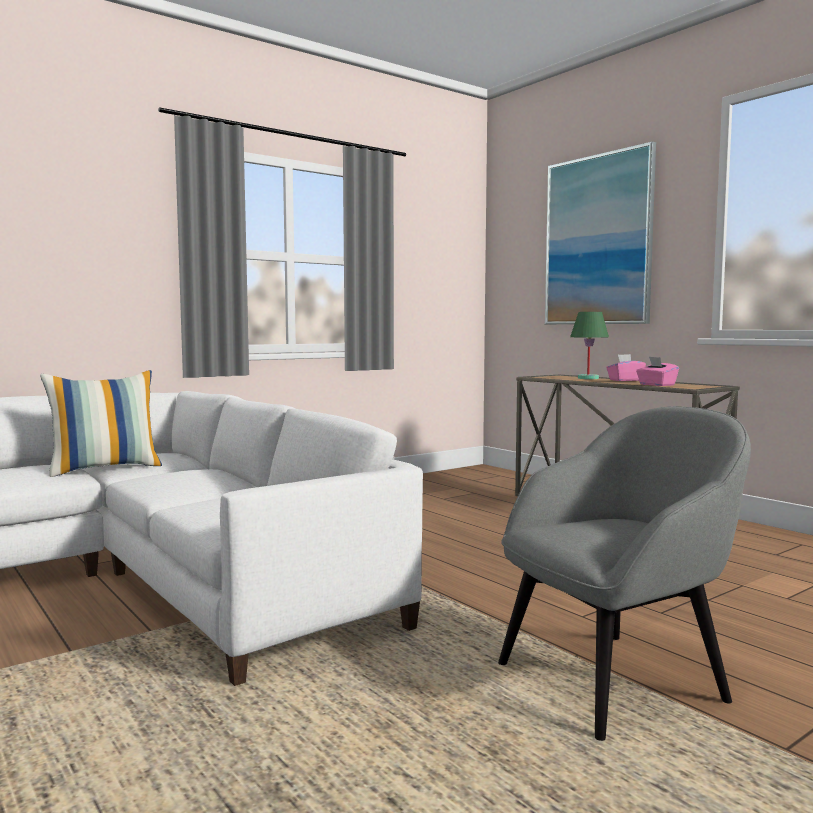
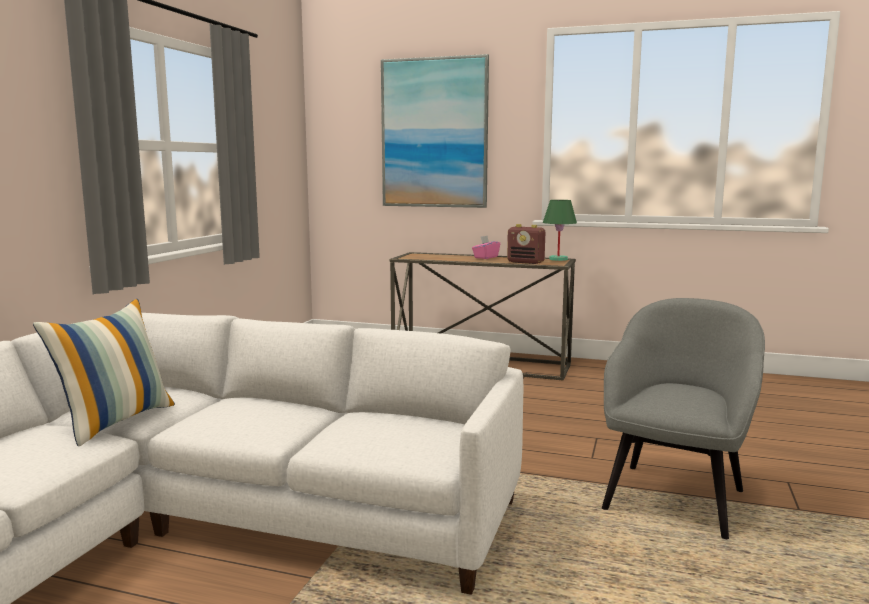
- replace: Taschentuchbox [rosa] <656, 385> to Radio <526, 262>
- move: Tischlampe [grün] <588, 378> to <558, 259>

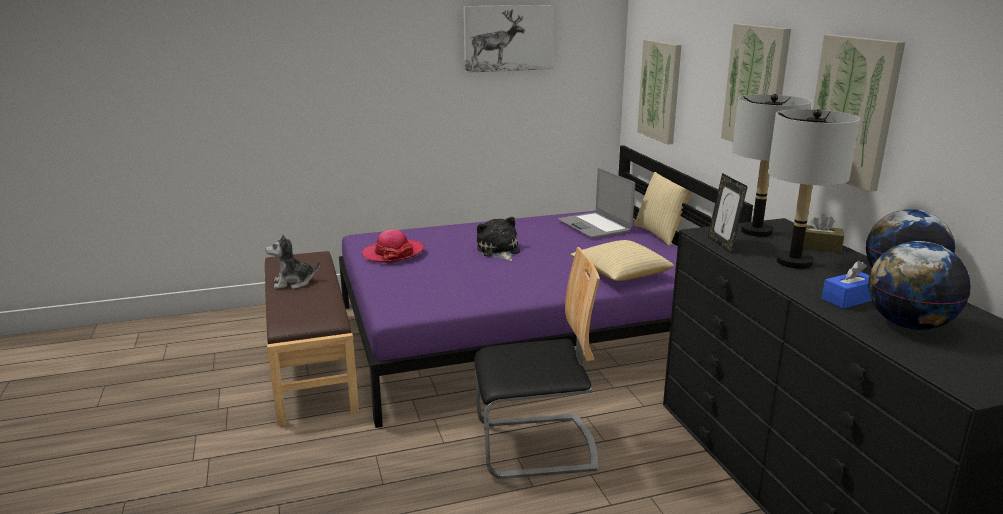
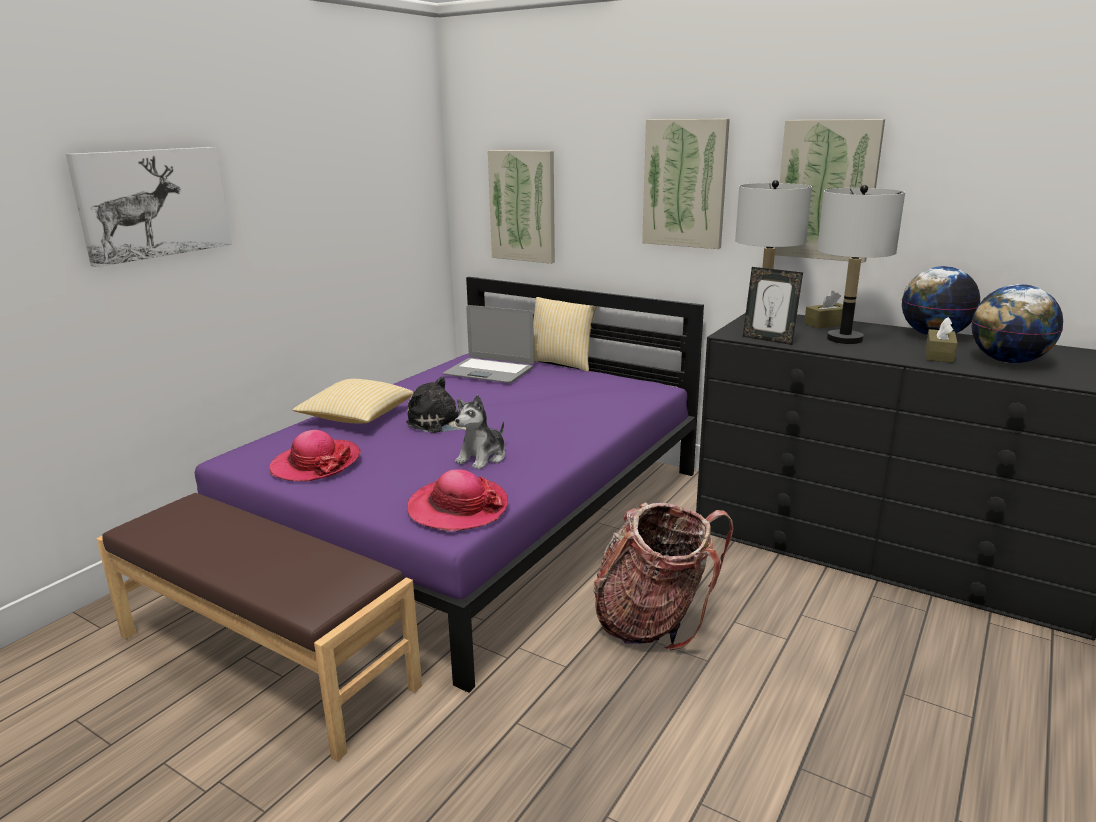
- move: Bild <508, 38> to <153, 203>
- move: Kissen <620, 274> to <356, 418>
- insert: Hut <458, 508>
- move: Plüschtier <293, 283> to <482, 458>
- replace: Stuhl <536, 446> to Rucksack <654, 621>
- recolor: Taschentuchbox [blau] <849, 299> to Taschentuchbox [braun] <939, 355>

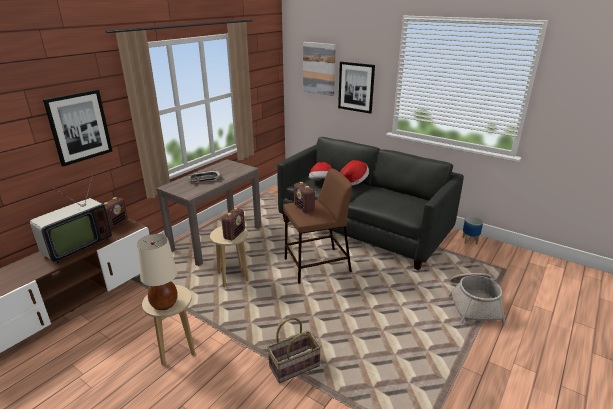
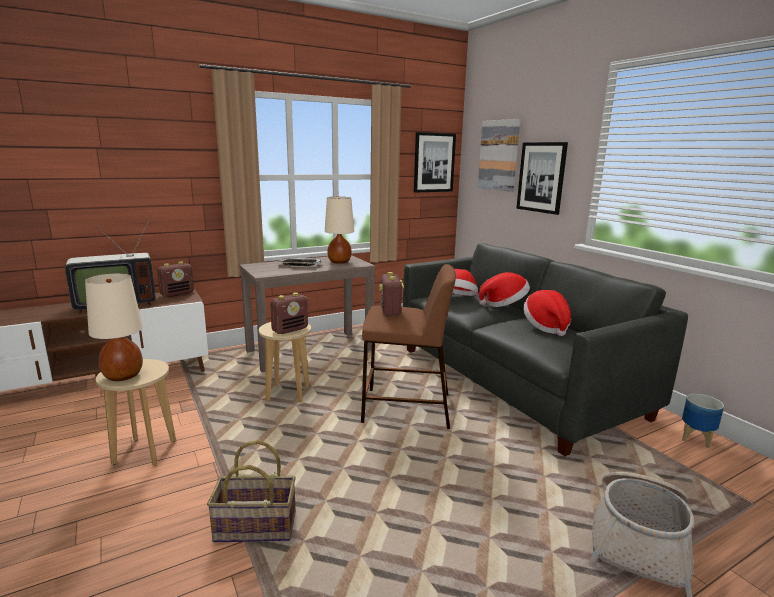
- insert: Tischlampe [beige] <339, 262>
- move: Bild <79, 127> to <434, 162>
- insert: Hut <546, 327>

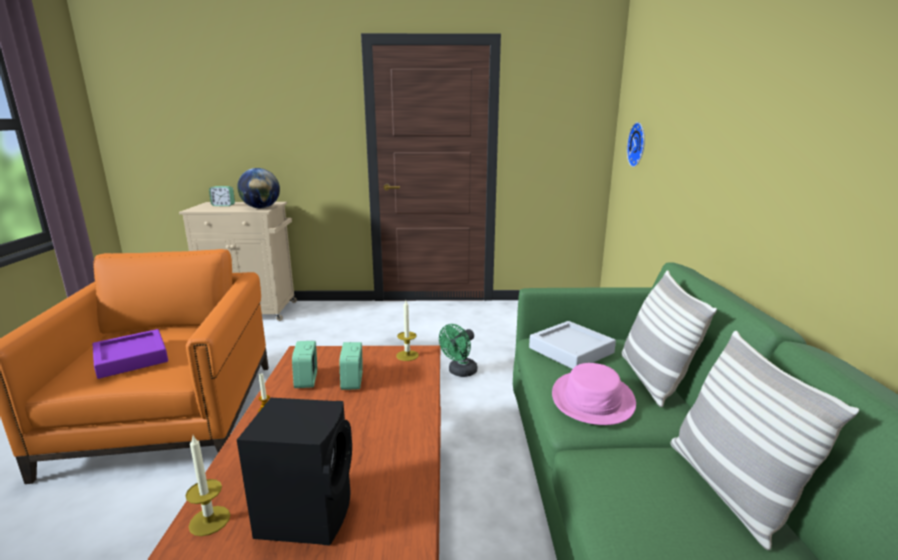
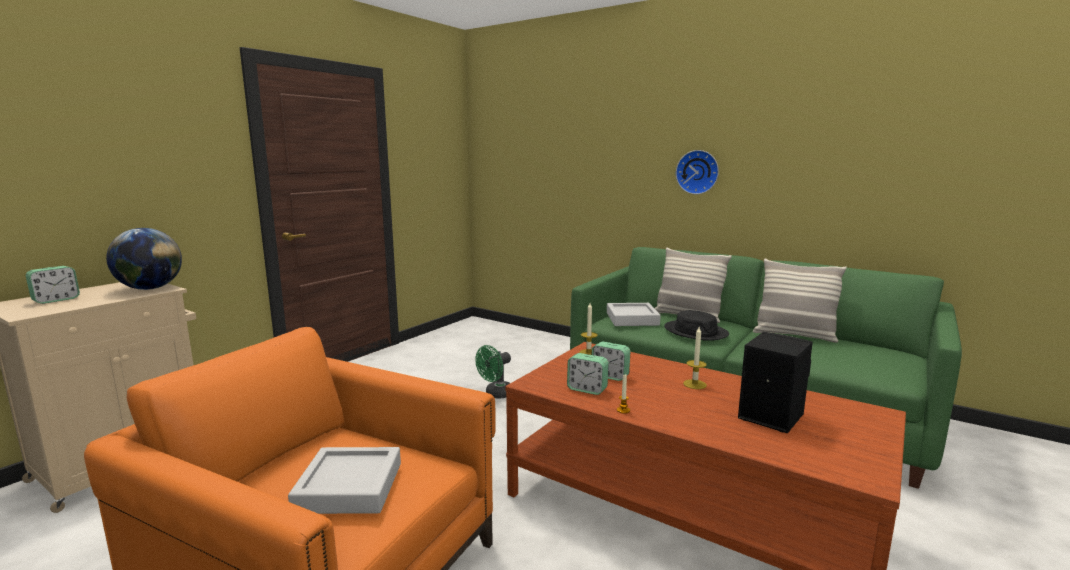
- recolor: Tablett [lila] <131, 358> to Tablett [grau] <349, 487>
- rotate: Ventilator [grün] <459, 372> = <496, 394> 60 degrees clockwise
- recolor: Hut [rosa] <593, 399> to Hut [schwarz] <695, 331>
- move: Wanduhr <638, 144> to <698, 172>
- move: Kerze <209, 520> to <694, 384>

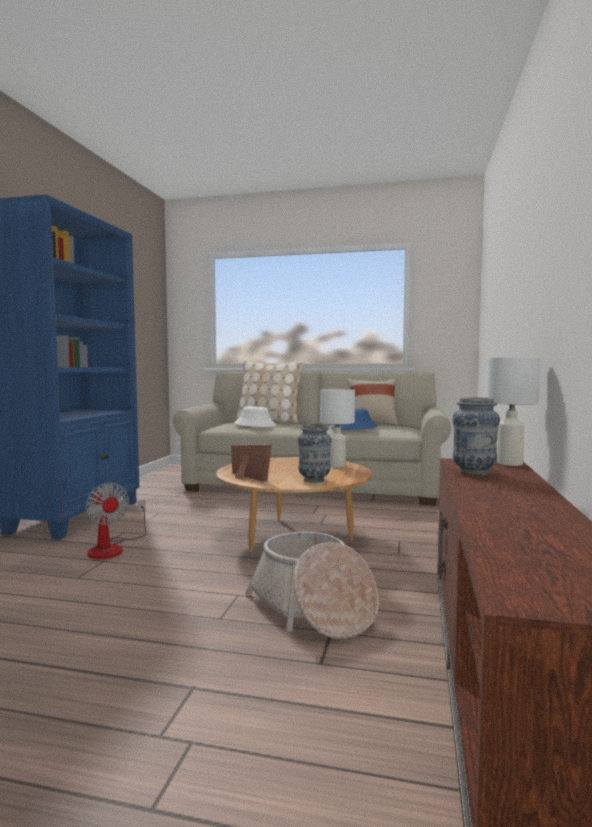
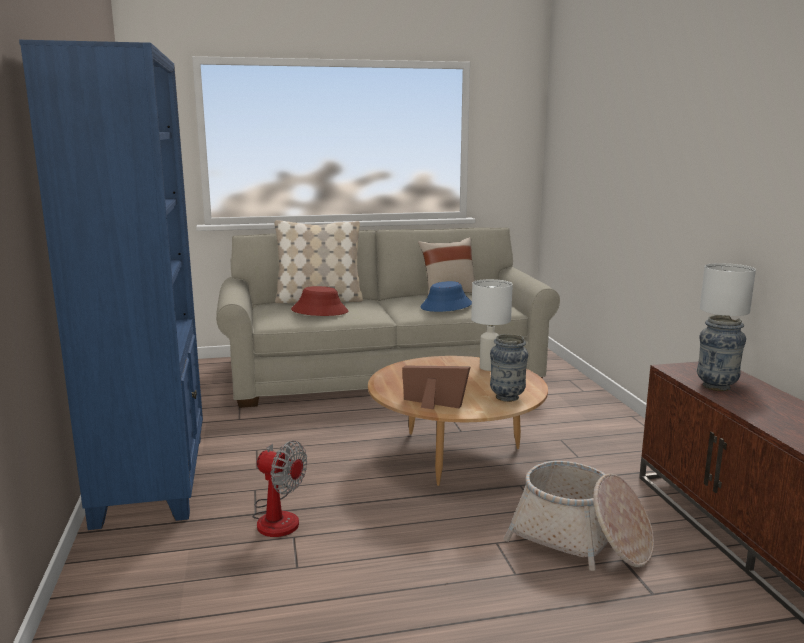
- recolor: Hut [weiß] <255, 425> to Hut [rot] <319, 311>

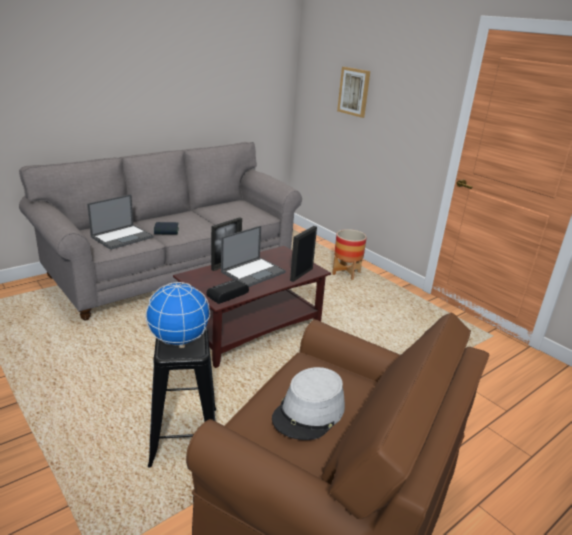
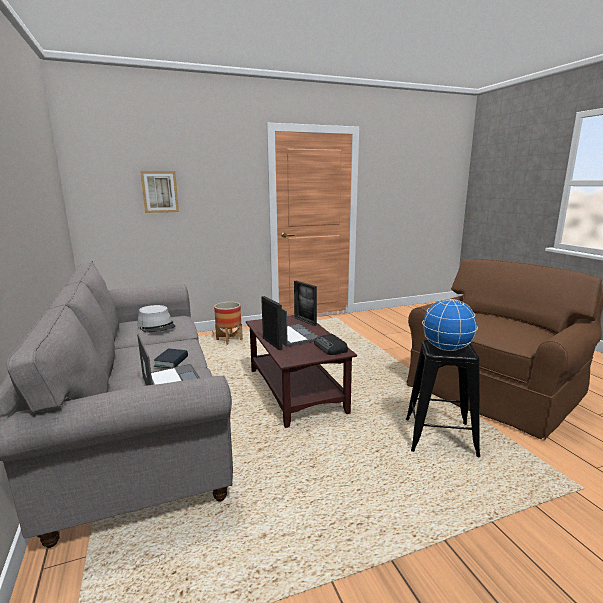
- move: Hut [grau] <309, 412> to <156, 326>

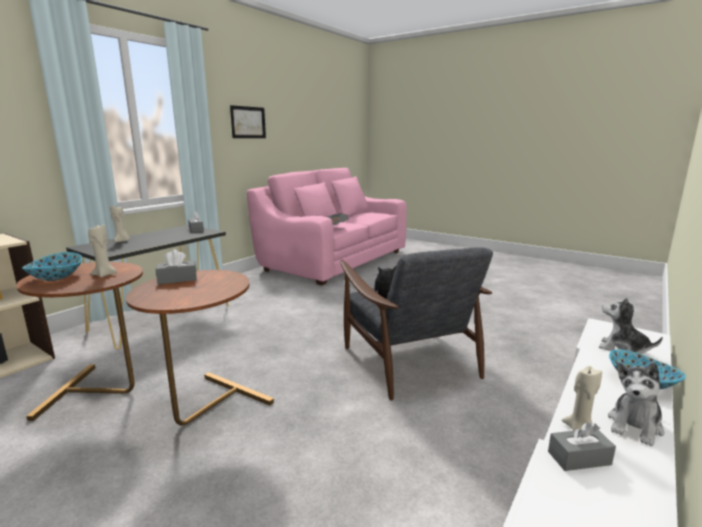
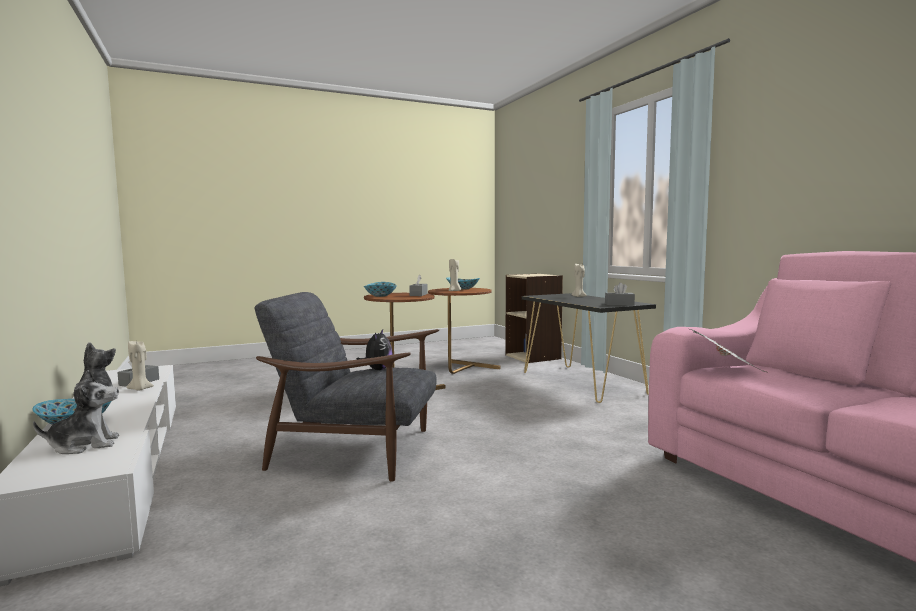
- insert: Schüssel <381, 296>
- delete: Bild <248, 122>

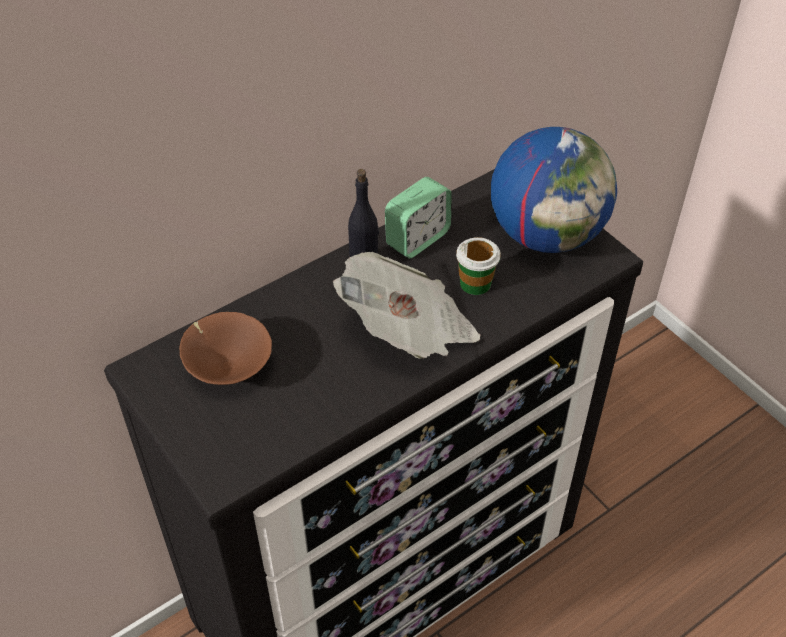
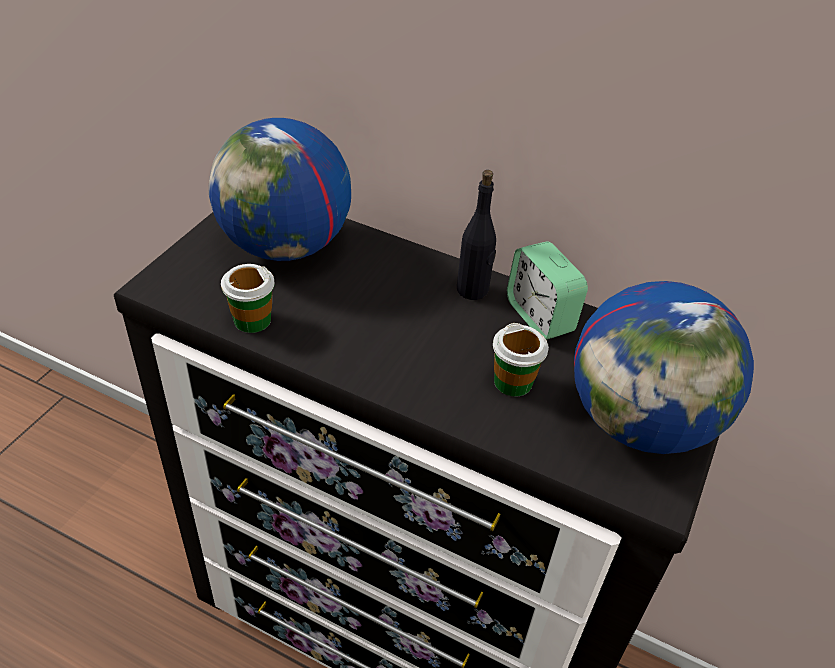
- replace: Schüssel [braun] <228, 366> to Globus <285, 246>
- insert: Tasse <252, 320>
- rotate: Wecker <417, 239> = <540, 316> 45 degrees clockwise
- delete: Zeitung <409, 331>

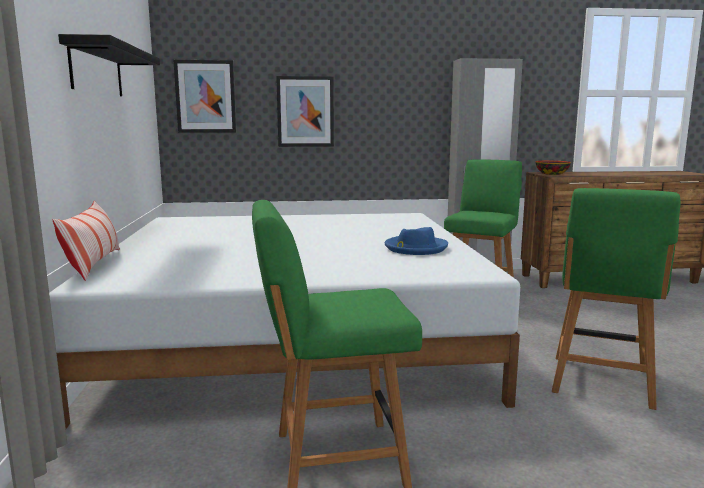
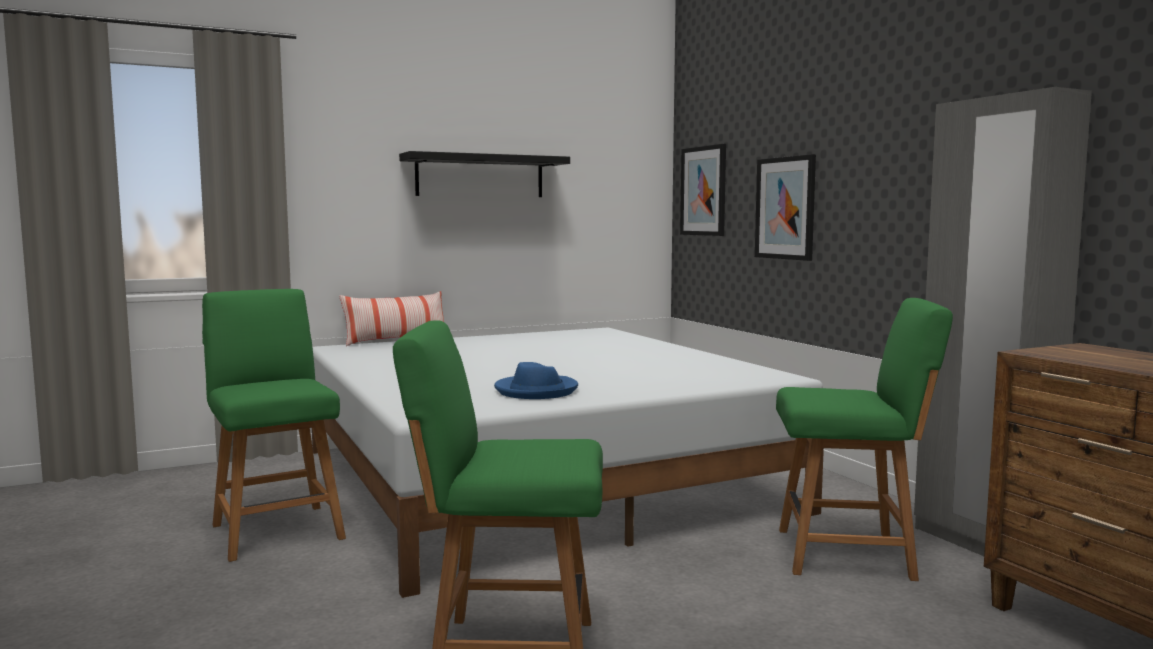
- delete: Schüssel <552, 174>

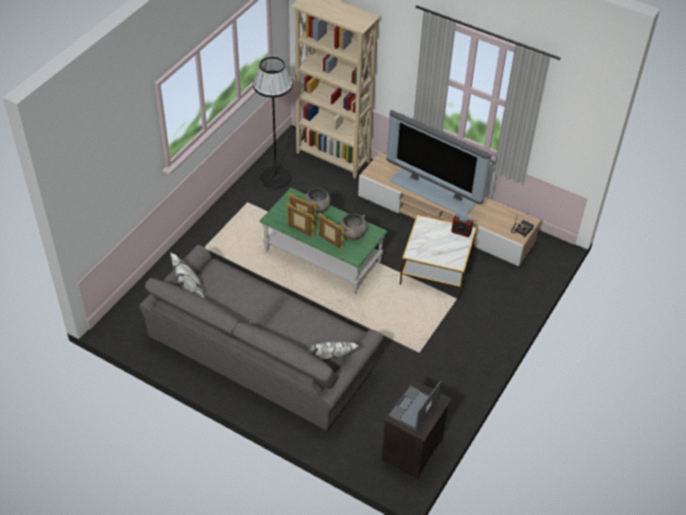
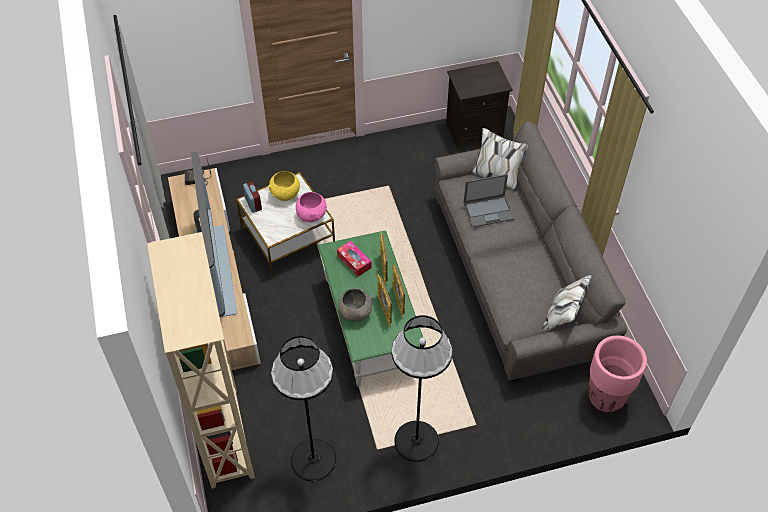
- insert: Schüssel [gelb] <285, 195>
- insert: Schüssel [rosa] <312, 216>
- replace: Schüssel [grau] <353, 234> to Taschentuchbox <354, 262>
- insert: Stehlampe [schwarz] <416, 441>
- move: Laptop <413, 409> to <489, 211>
- insert: Pflanzkübel [rosa] <606, 397>

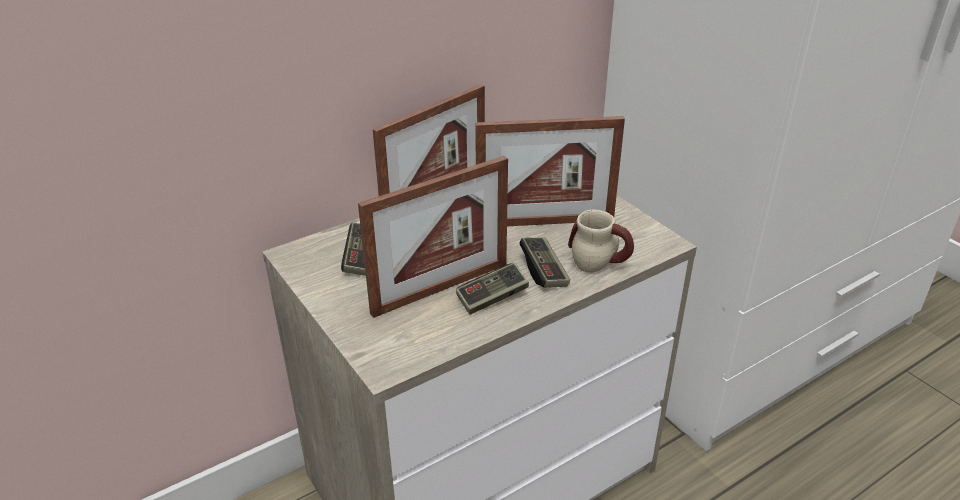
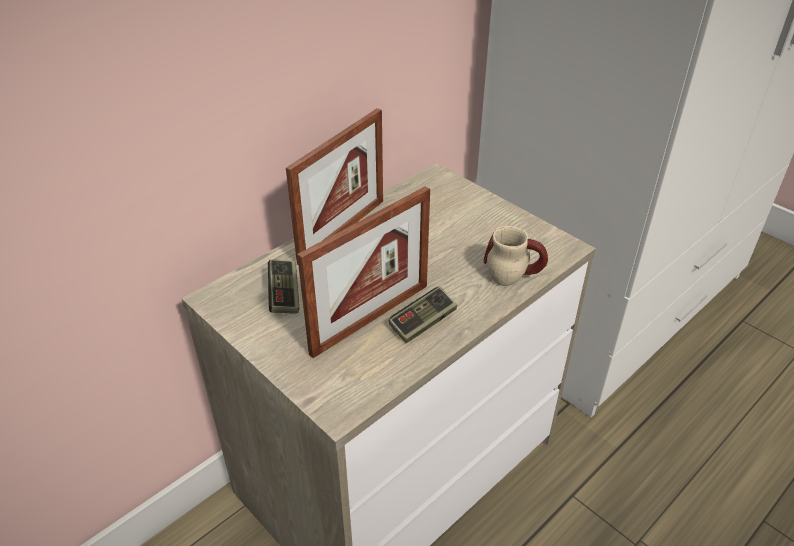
- delete: Bilderrahmen <545, 222>
- delete: Gamepad <543, 271>

